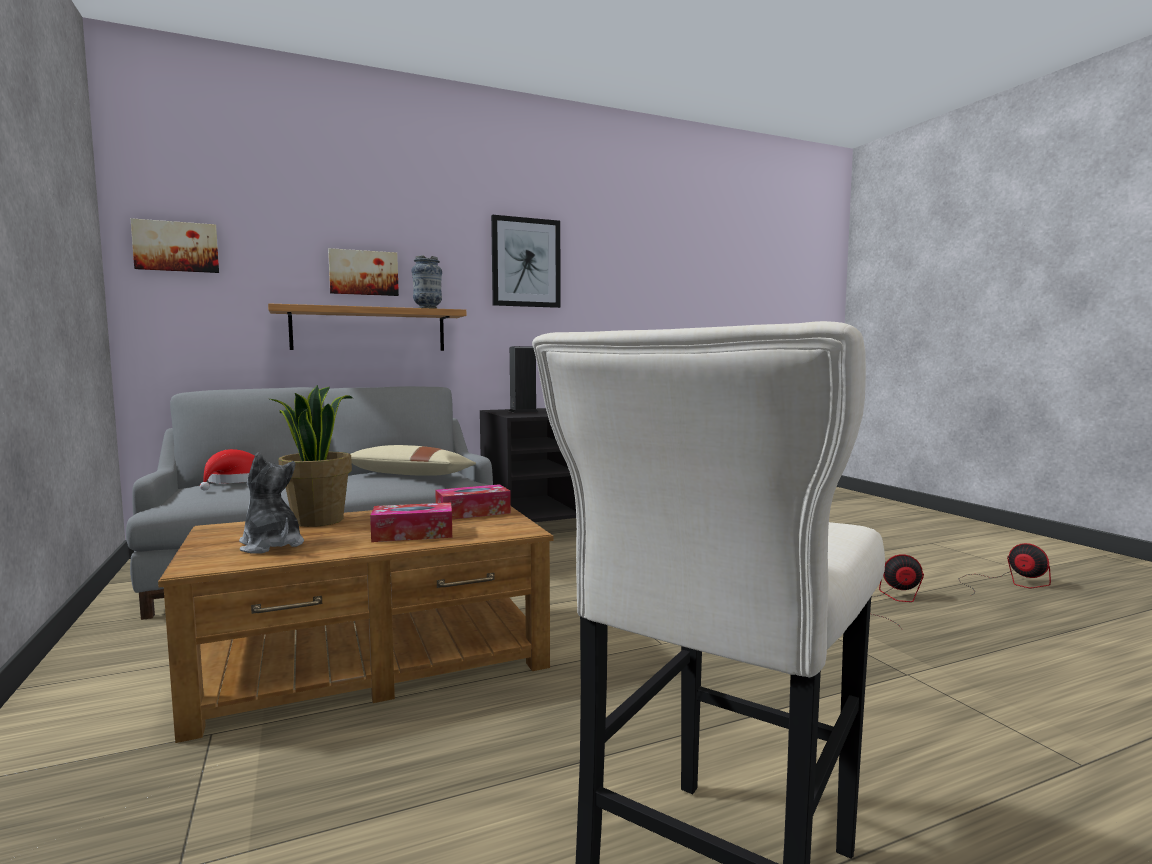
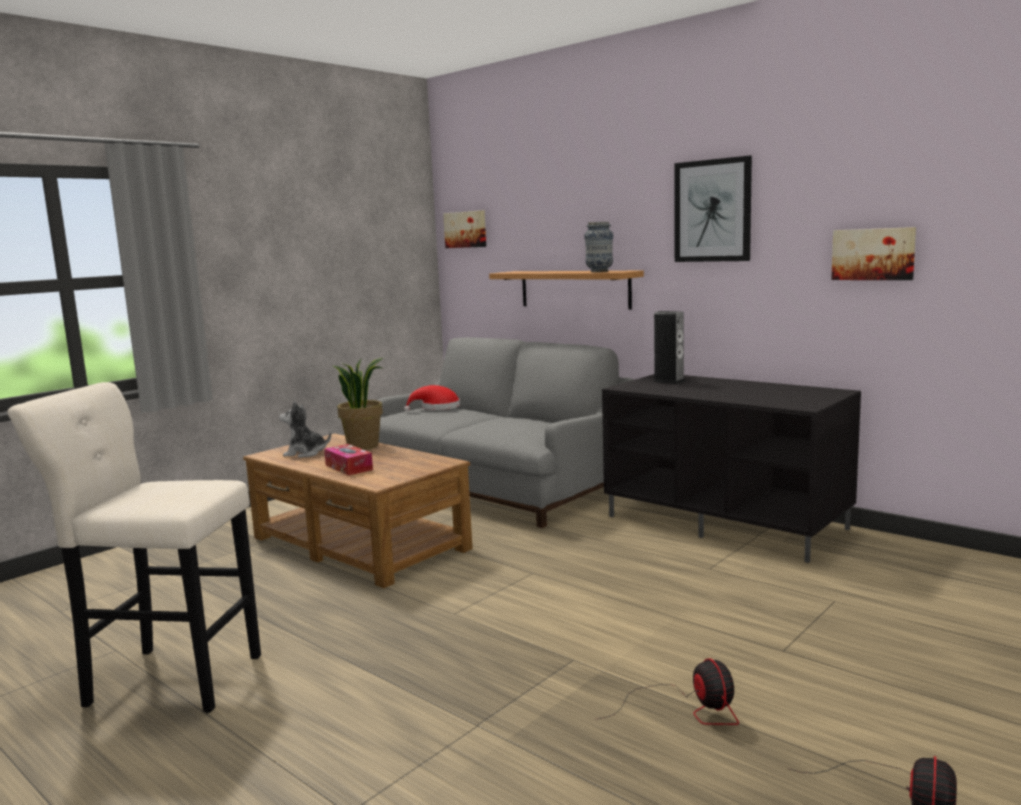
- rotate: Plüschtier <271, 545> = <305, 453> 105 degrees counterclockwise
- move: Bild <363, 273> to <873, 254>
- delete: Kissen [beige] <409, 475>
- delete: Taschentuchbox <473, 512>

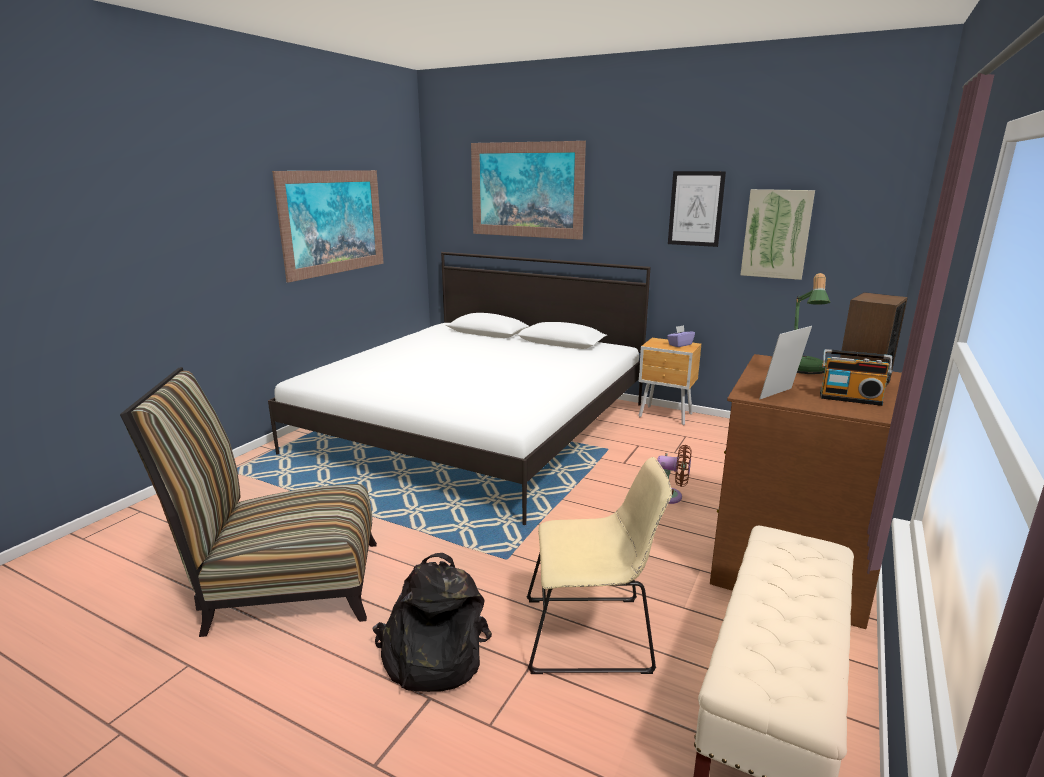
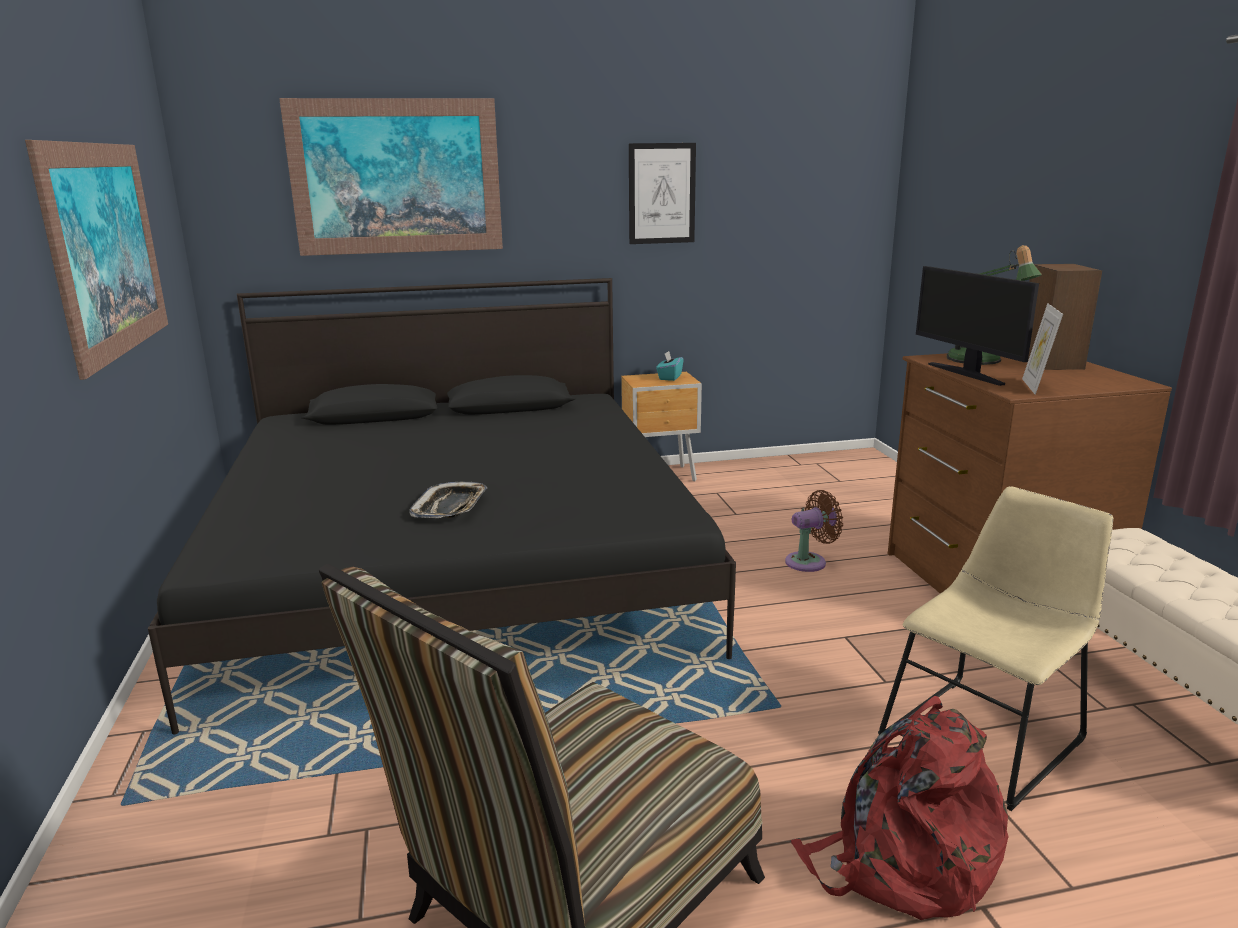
- recolor: Bett [weiß] <476, 427> to Bett [schwarz] <457, 565>
- insert: Tablett <450, 507>
- recolor: Taschentuchbox [lila] <679, 344> to Taschentuchbox [türkis] <669, 377>
- recolor: Rucksack [schwarz] <431, 655> to Rucksack [rot] <902, 862>
- insert: Monitor <967, 373>
- delete: Bild <776, 234>
- delete: Radio <850, 398>

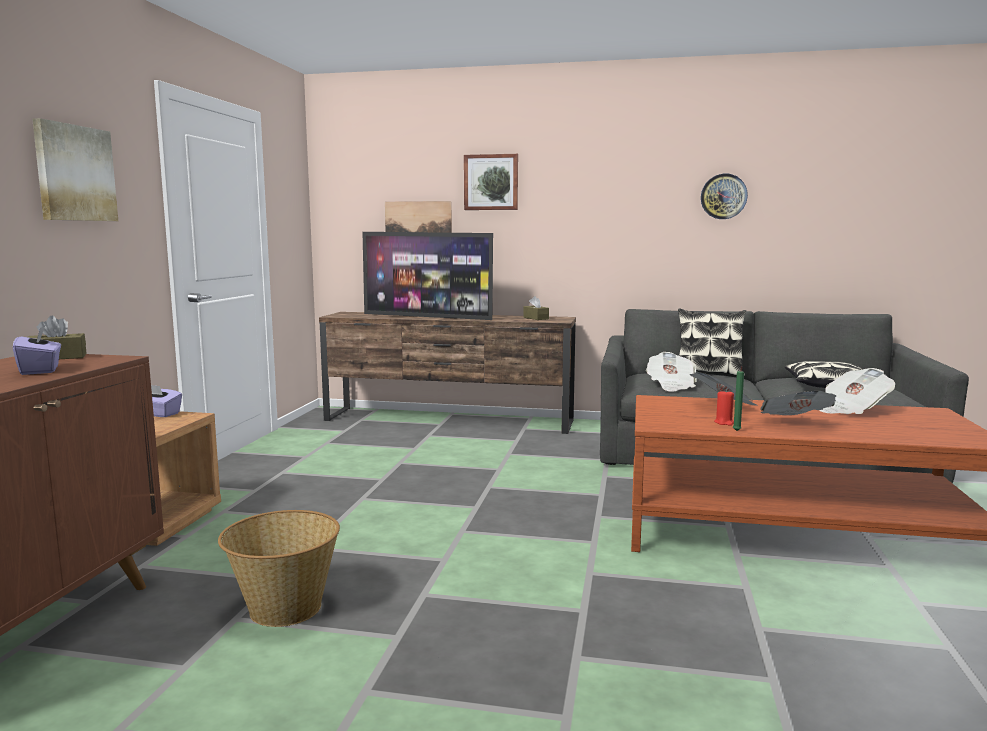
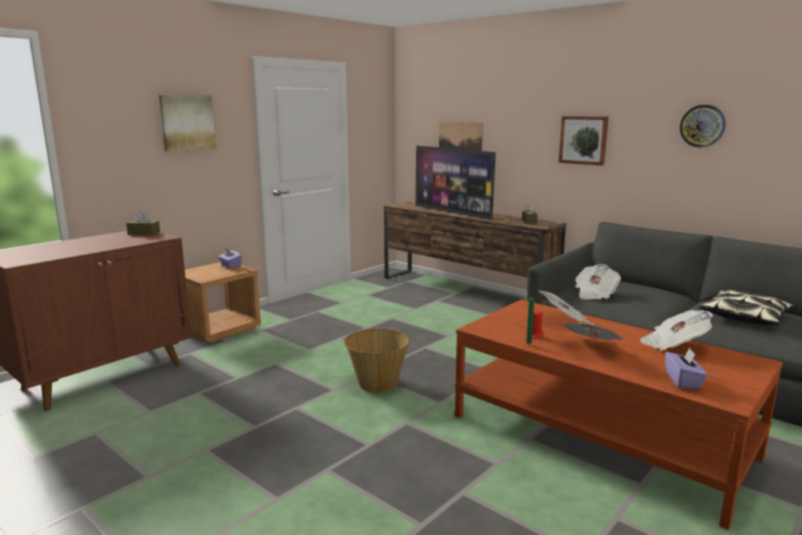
- move: Korb <284, 608> to <377, 383>
- move: Bild <491, 182> to <583, 140>
- move: Taschentuchbox [lila] <41, 370> to <683, 381>
- delete: Kissen <708, 373>

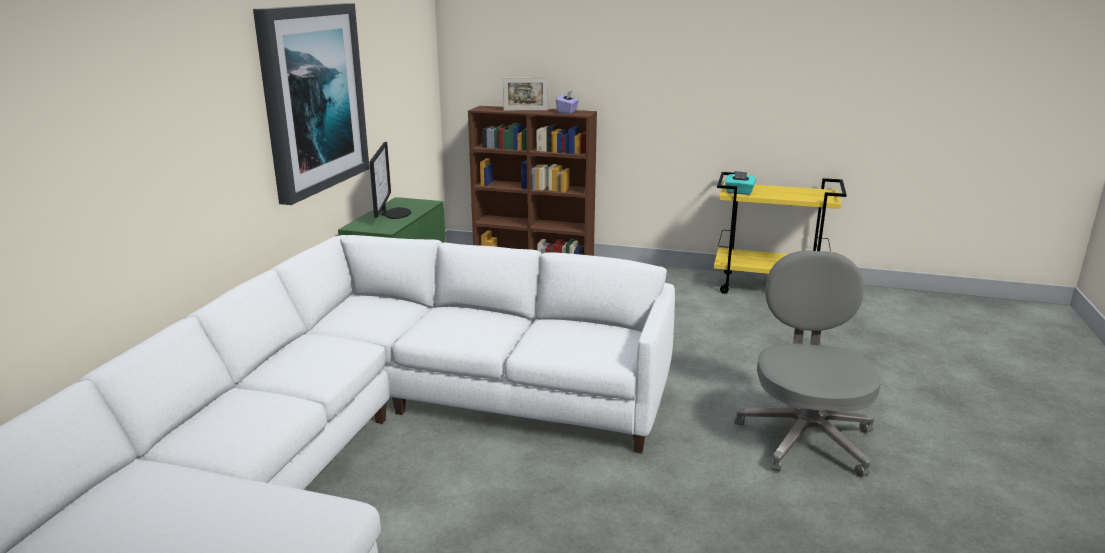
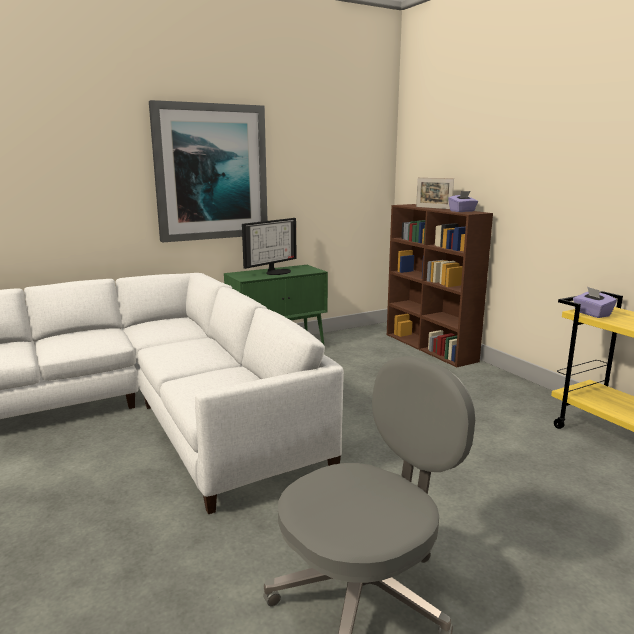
- recolor: Taschentuchbox [türkis] <739, 192> to Taschentuchbox [lila] <592, 314>

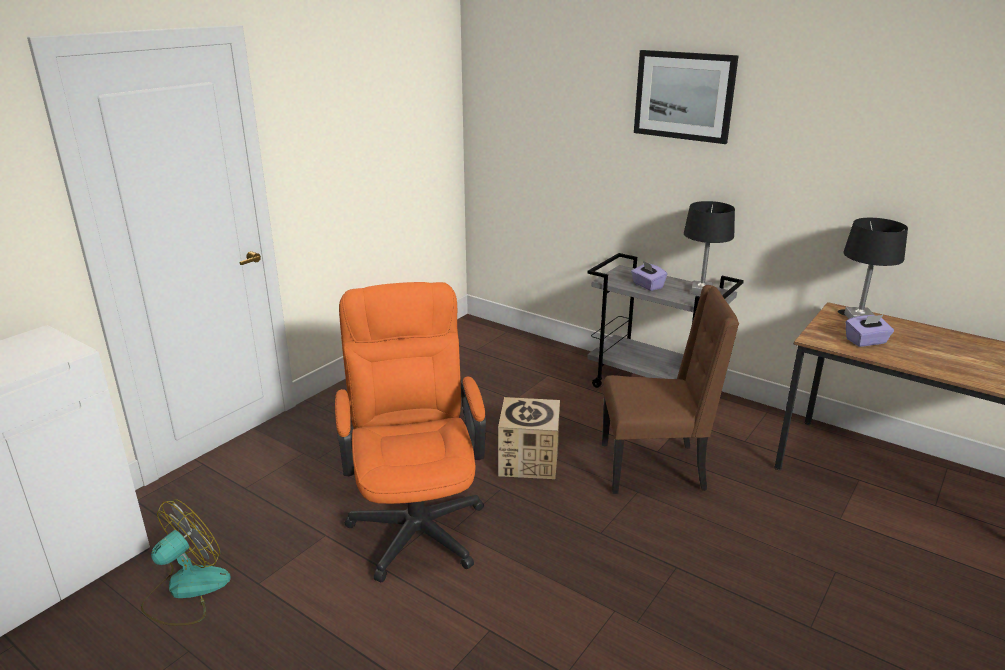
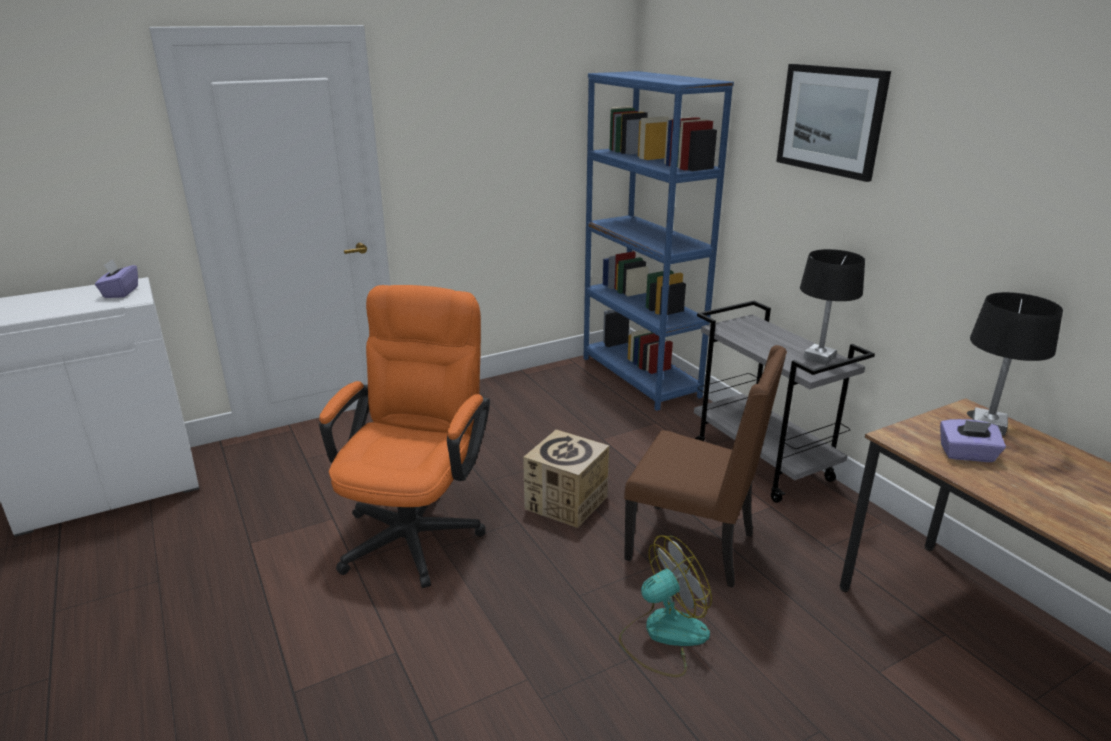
- move: Taschentuchbox [lila] <647, 285> to <120, 292>
- insert: Bücherregal [blau] <640, 377>
- move: Ventilator <186, 590> to <663, 635>

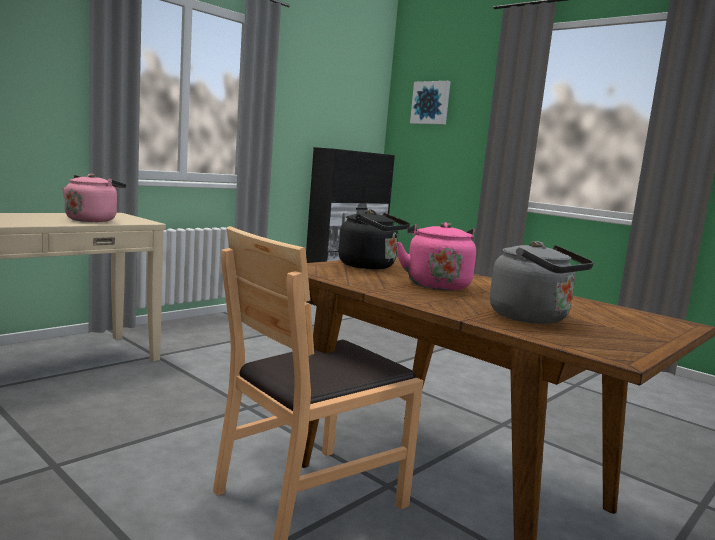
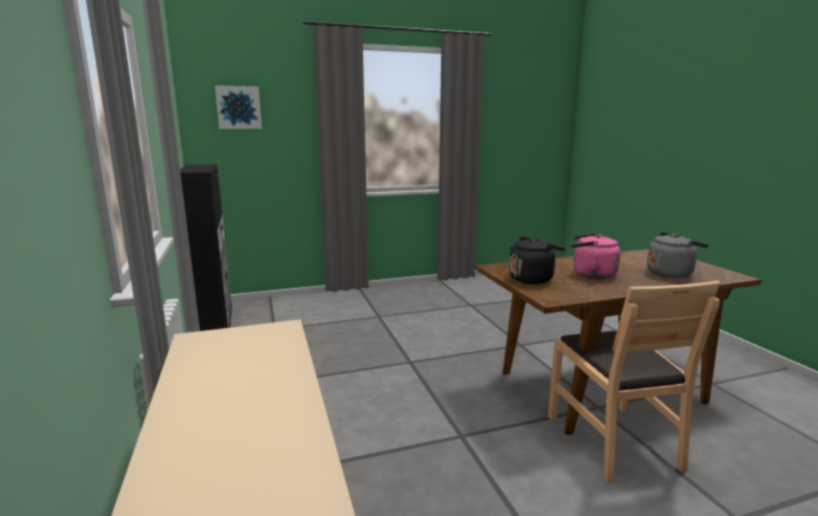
- delete: Wasserkessel [rosa] <93, 220>

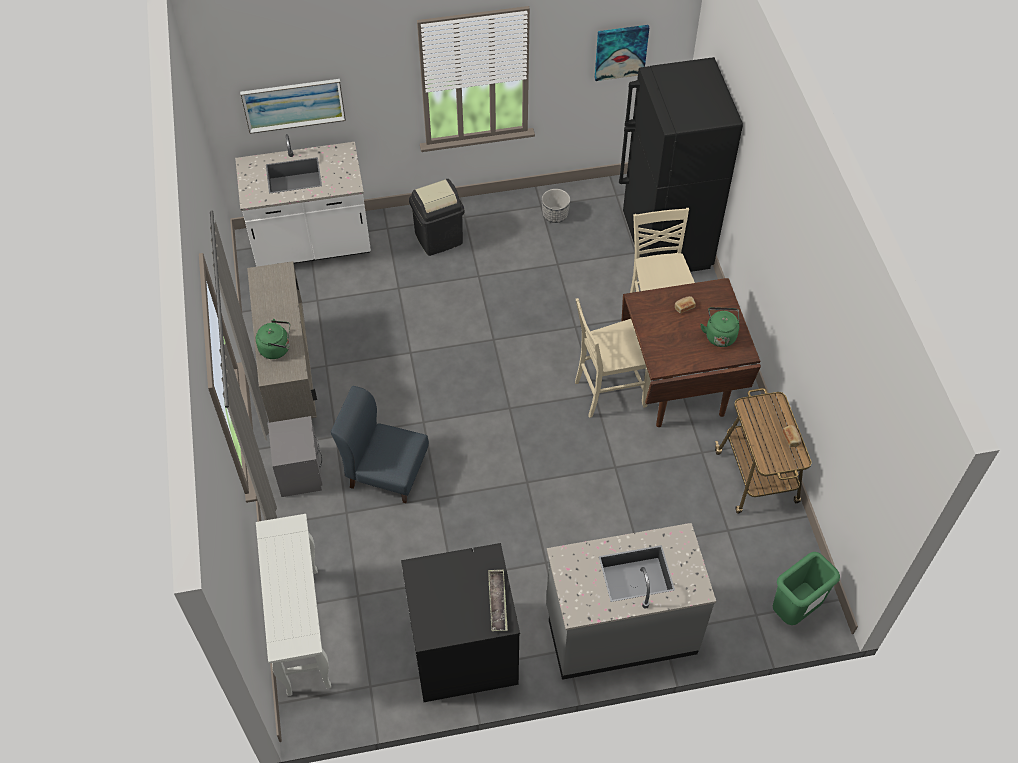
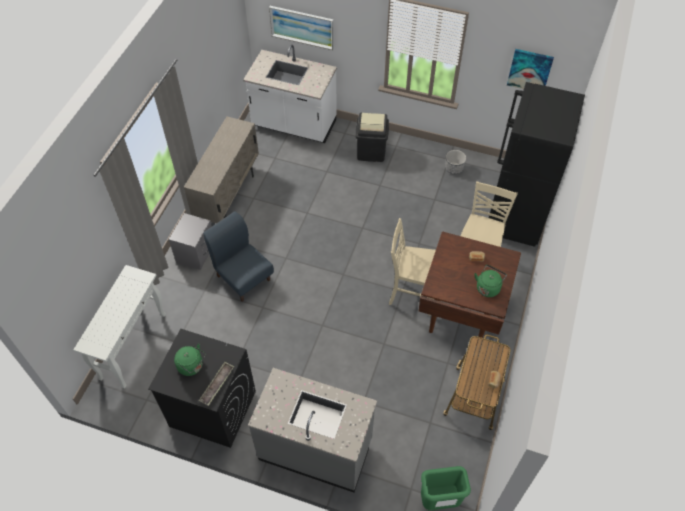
- move: Wasserkessel [grün] <277, 348> to <192, 366>

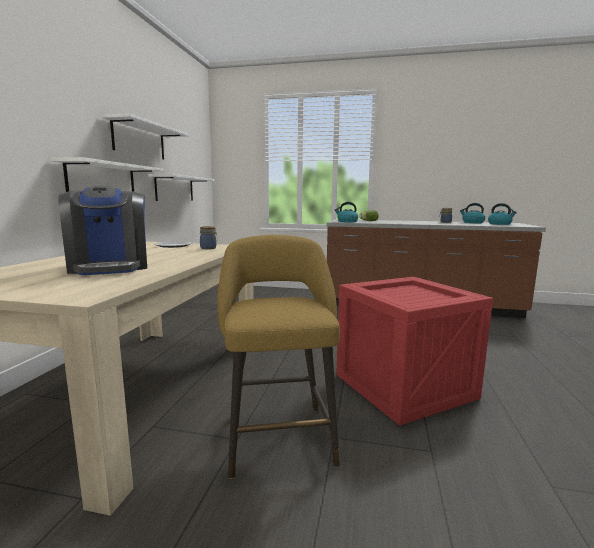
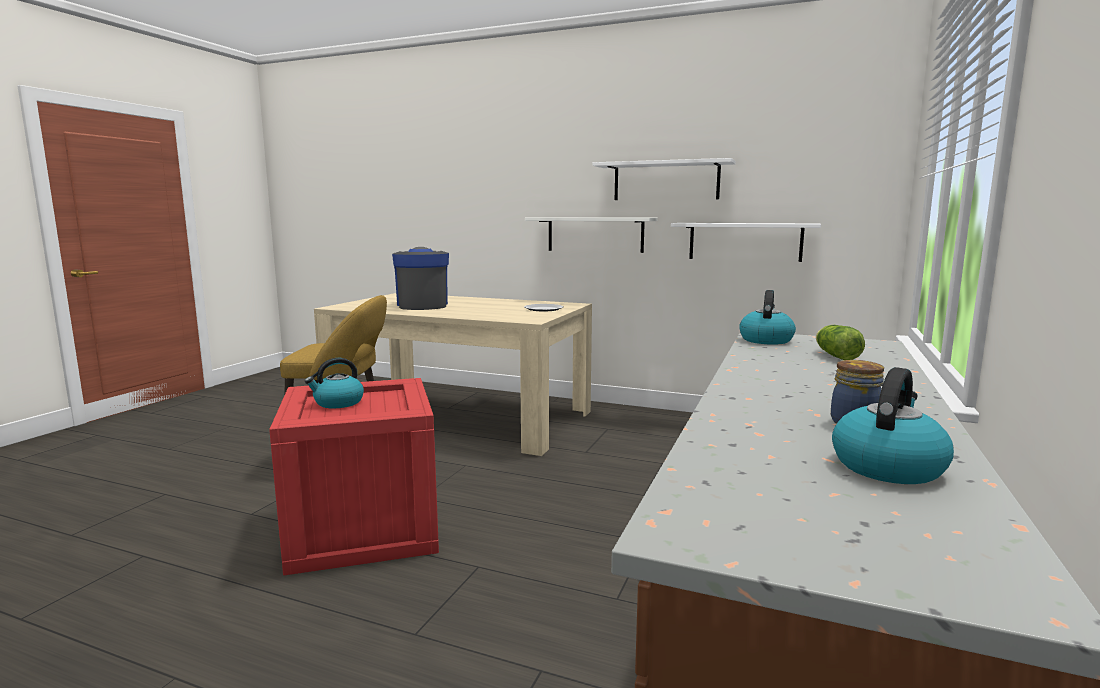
- move: Wasserkessel <500, 224> to <338, 403>
- rotate: Kaffeemaschine <110, 267> = <422, 305> 90 degrees clockwise
- delete: Vorratsglas <209, 248>

